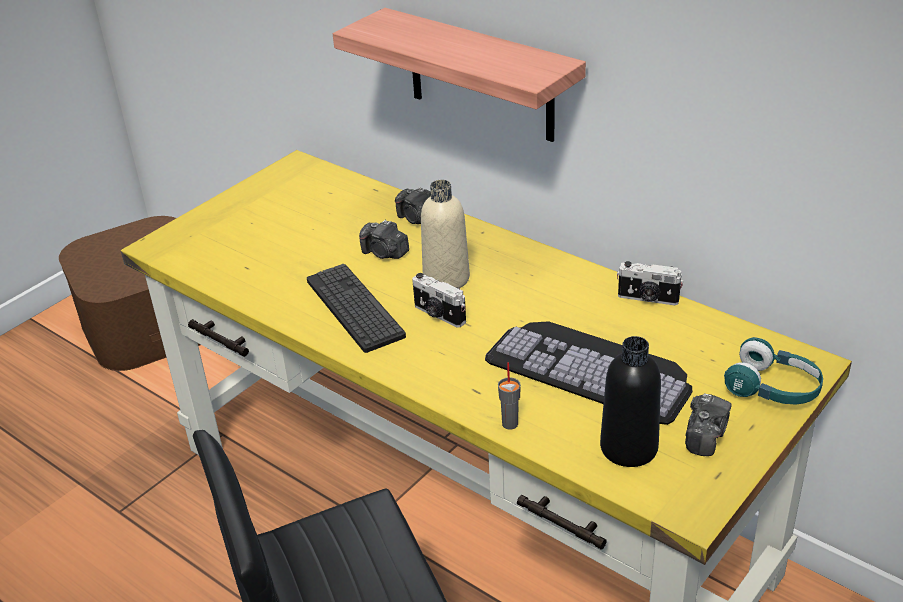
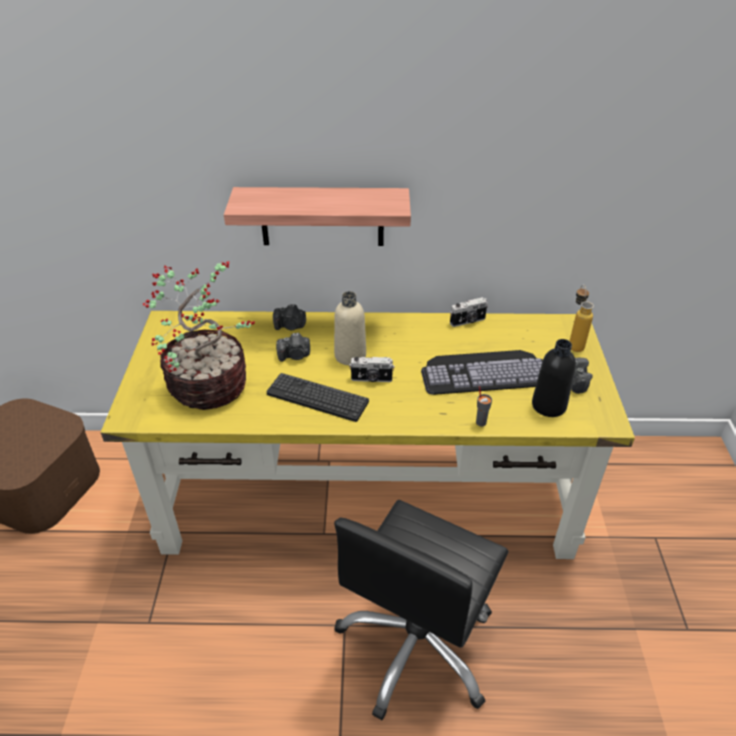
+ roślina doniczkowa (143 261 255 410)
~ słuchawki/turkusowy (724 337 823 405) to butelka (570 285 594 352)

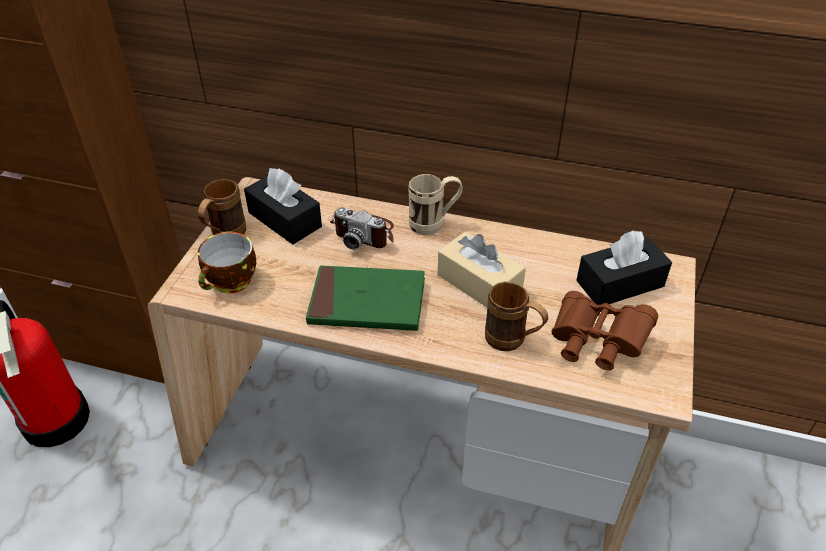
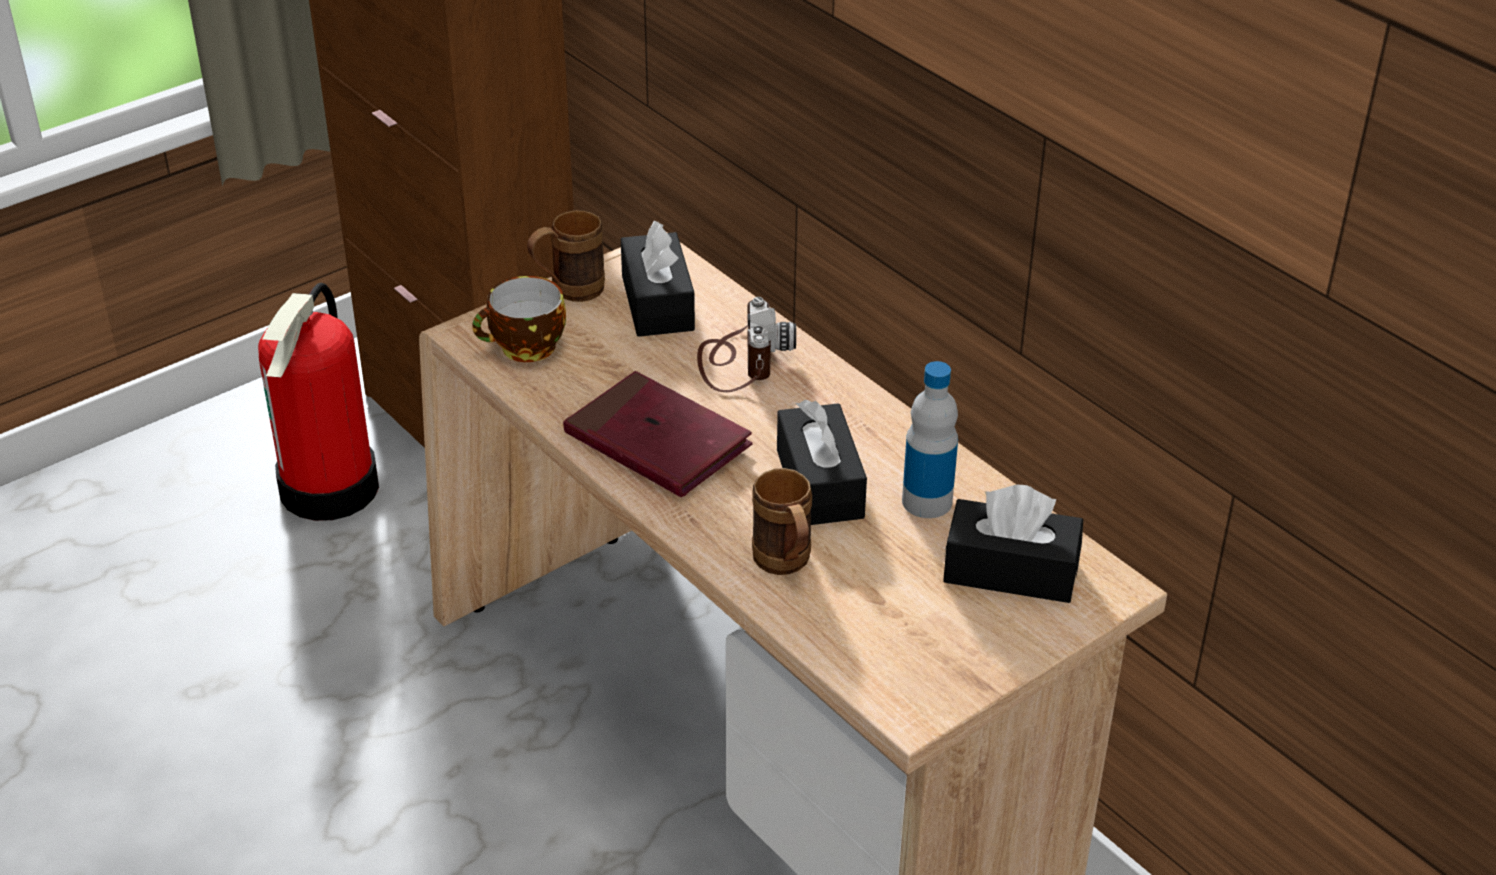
~ książka/zielony (306 265 425 331) to książka/czerwony (563 371 753 497)
~ aparat fotograficzny (330 207 394 250) = (697 297 796 392) 150 degrees counterclockwise
~ pudełko chusteczek/beżowy (438 231 526 307) to pudełko chusteczek/czarny (777 400 867 525)
+ butelka (902 361 958 518)
- kubek/beżowy (408 174 463 235)
- lornetka/brązowy (551 291 658 371)

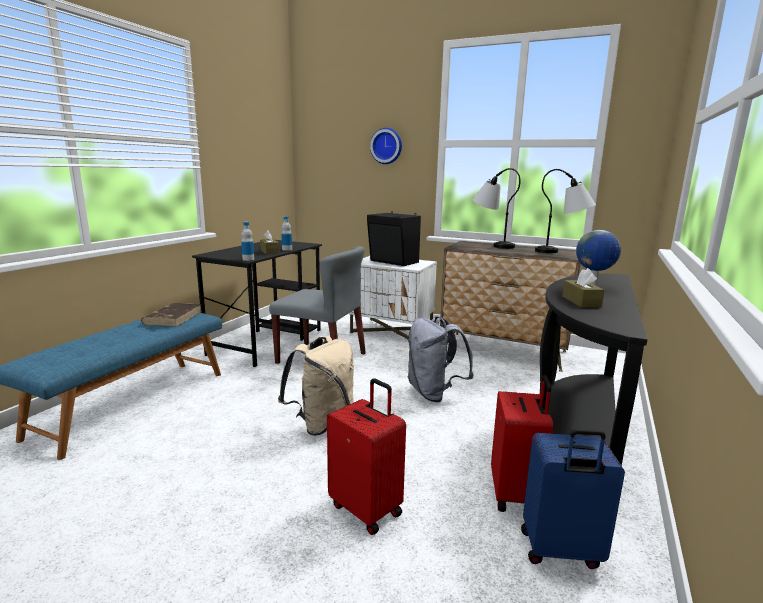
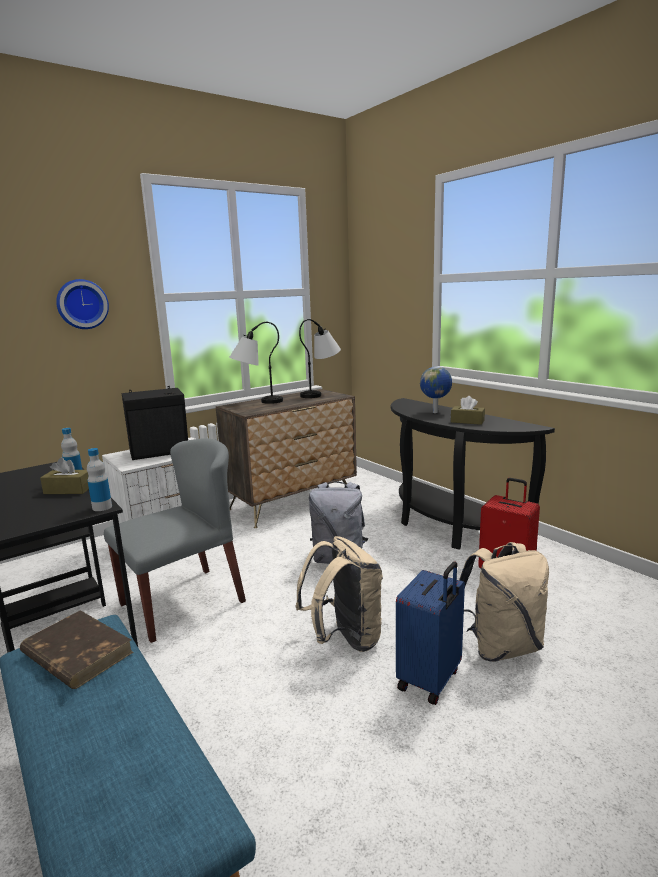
~ walizka/niebieski (521 428 625 569) to (396 561 465 705)
~ walizka/czerwony (327 379 406 535) to plecak/beżowy (459 542 549 662)

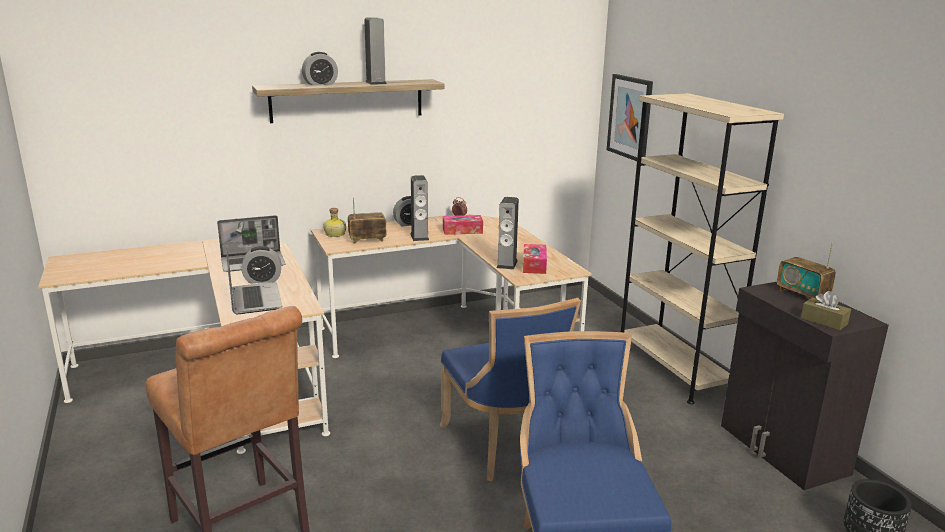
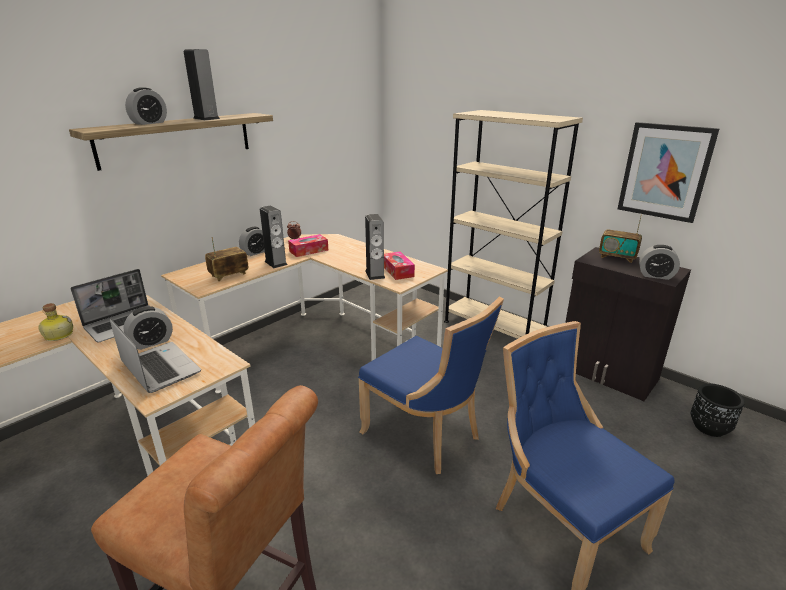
~ butelka (323 208 346 237) to (38 303 73 341)
~ obraz (607 74 653 161) to (618 122 719 223)
~ pudełko chusteczek/brązowy (801 291 851 330) to budzik (639 245 680 280)

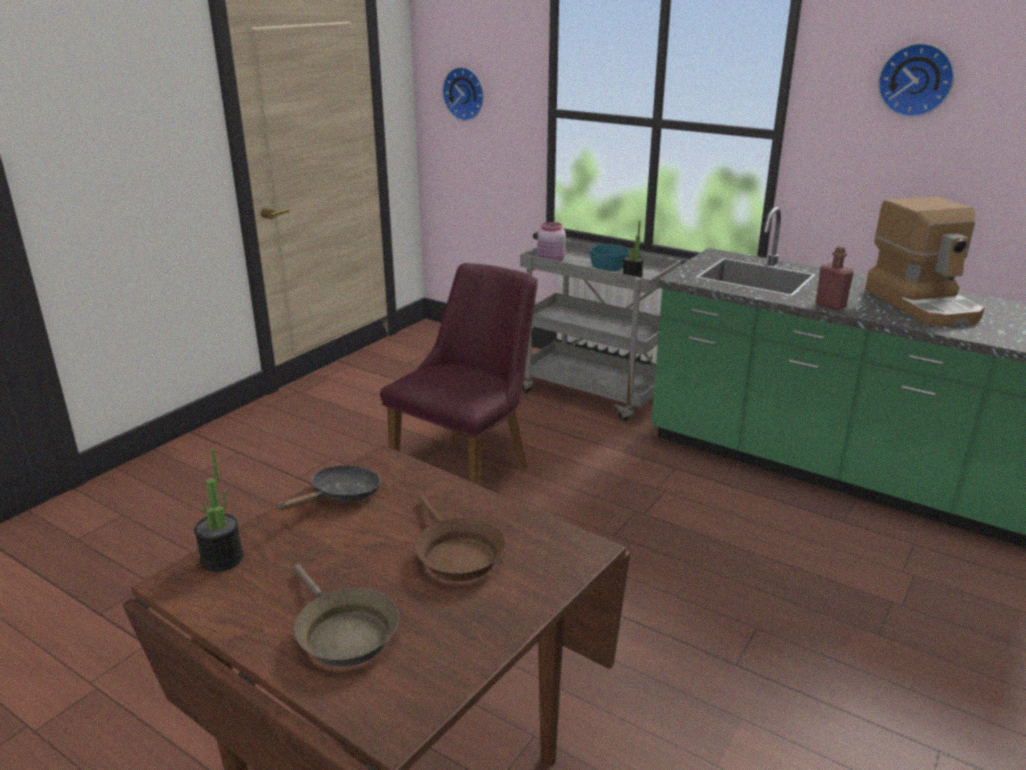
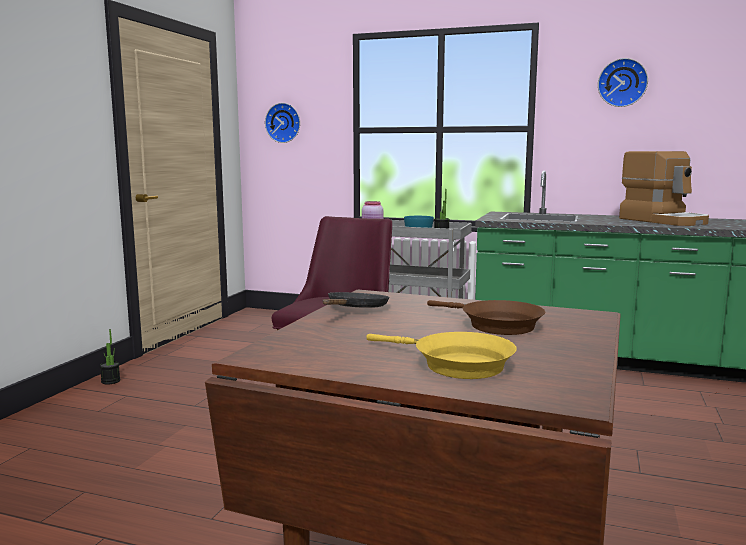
~ roślina doniczkowa (194 449 243 572) to (100 329 120 385)
~ patelnia/brązowy (293 564 399 667) to patelnia/żółty (366 332 517 379)
- butelka/czerwony (816 246 854 310)

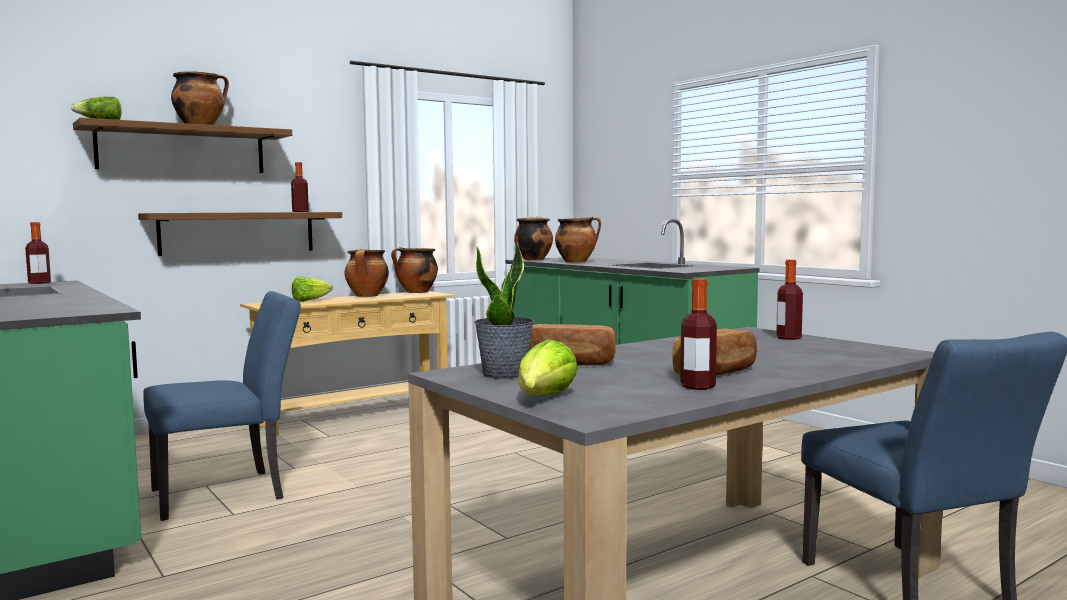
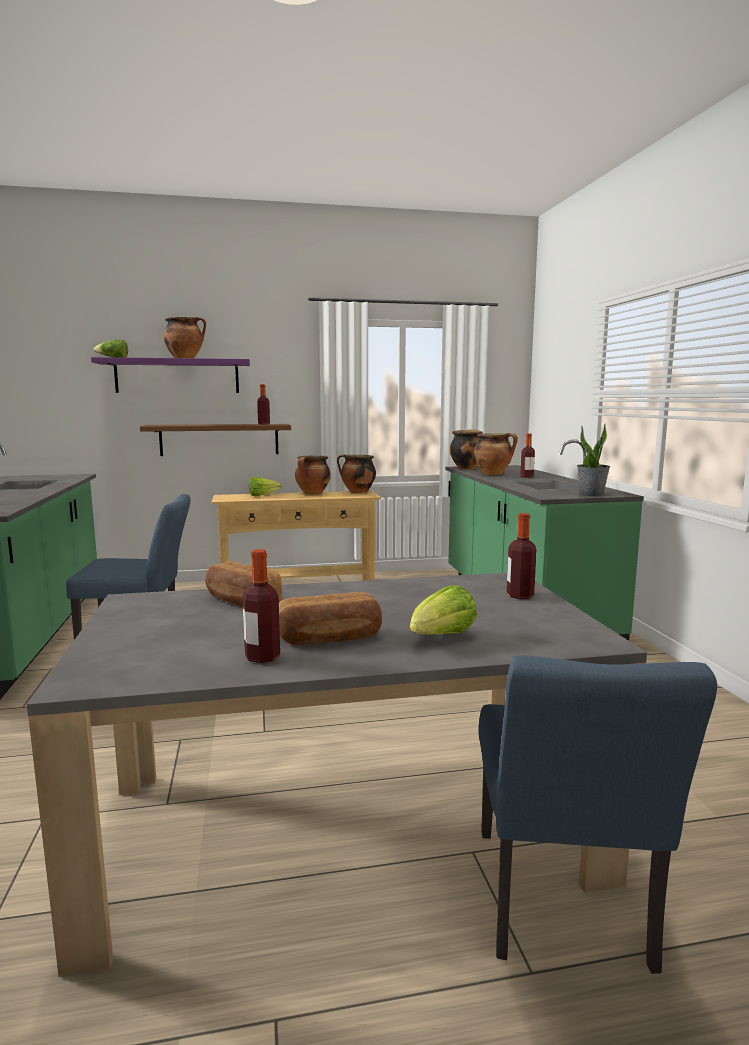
~ półka/brązowy (73 118 292 173) to półka/fioletowy (91 357 250 393)
~ sałata (518 339 578 395) to (410 585 477 635)
~ butelka (25 222 51 284) to (520 433 535 478)
~ roślina doniczkowa (474 241 534 379) to (577 424 610 496)

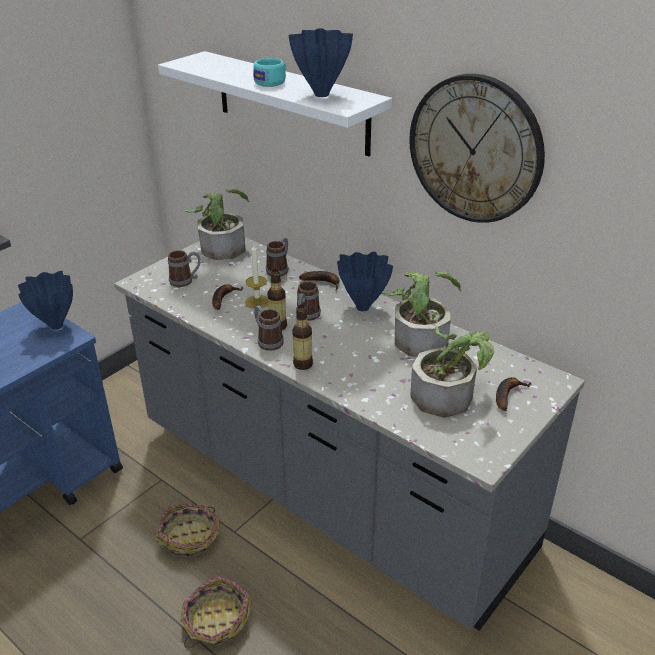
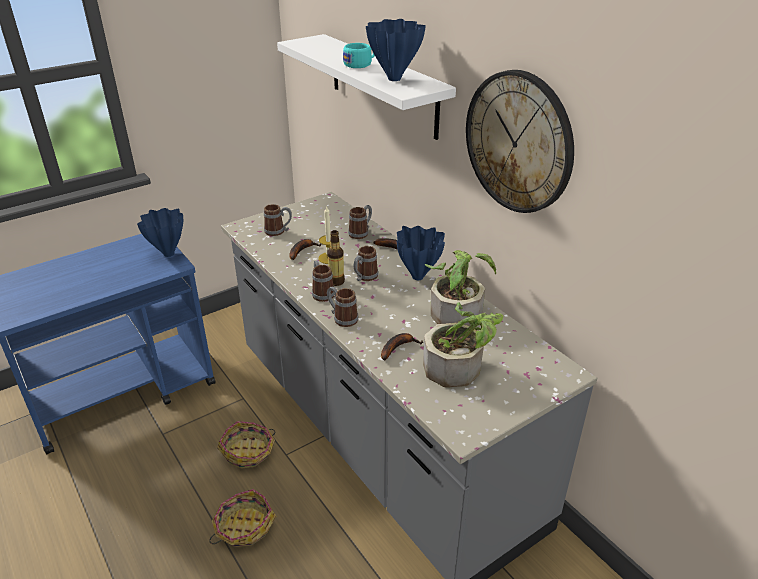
~ butelka (292 305 313 370) to kubek (327 287 359 327)
~ banan (496 377 532 411) to (381 333 423 361)
- roślina doniczkowa (184 188 249 260)

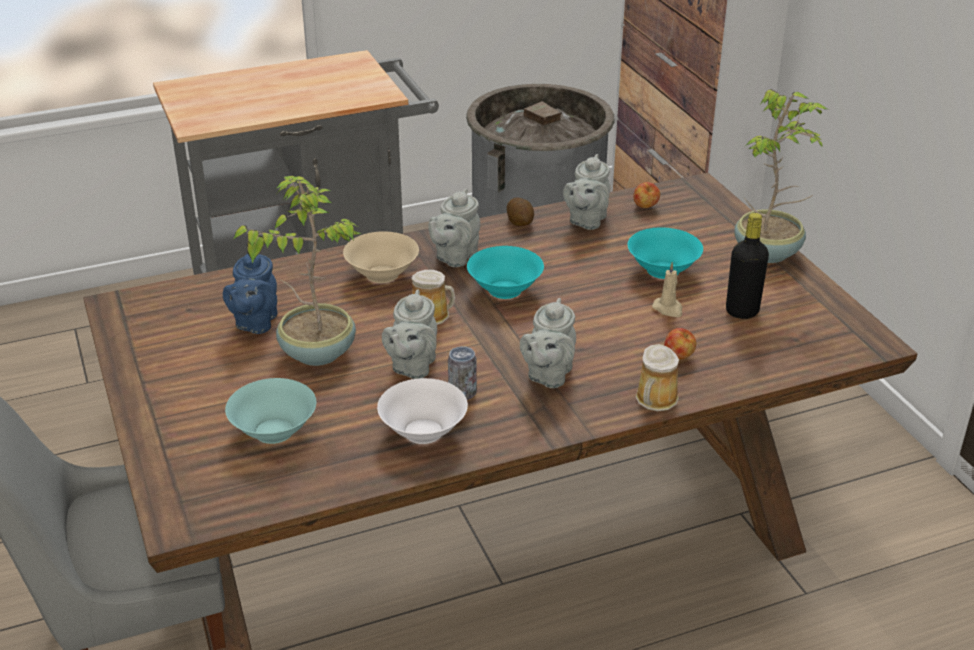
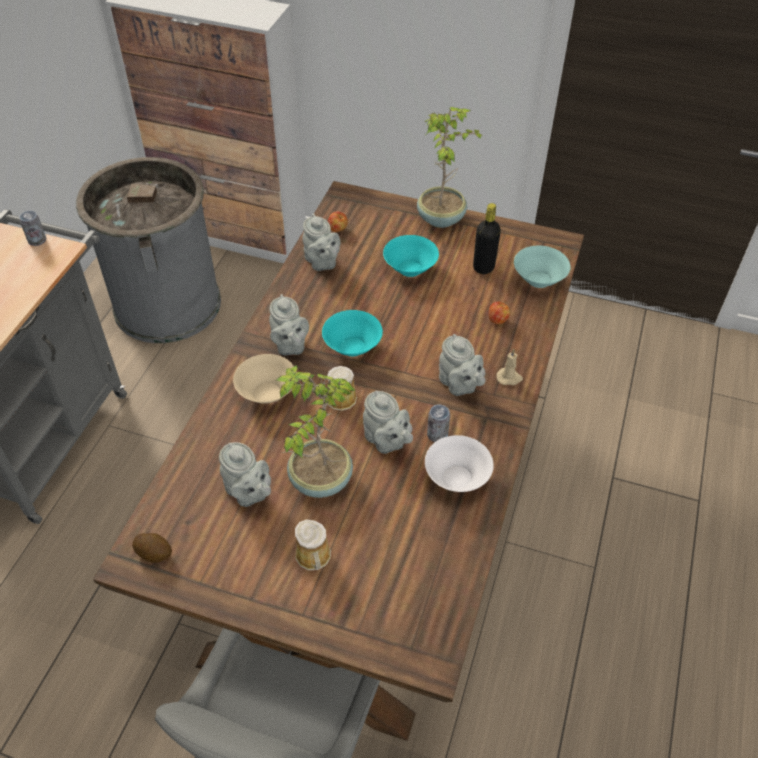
+ puszka (19 211 46 246)
~ ziemniak (507 197 534 226) to (132 533 172 563)
~ imbryk/niebieski (223 254 277 334) to imbryk/szary (219 442 271 507)
~ kubek (635 344 679 412) to (295 519 331 570)
~ świeca/beżowy (652 262 683 317) to (496 349 523 385)
~ miska/turkusowy (225 378 316 444) to (514 245 571 288)

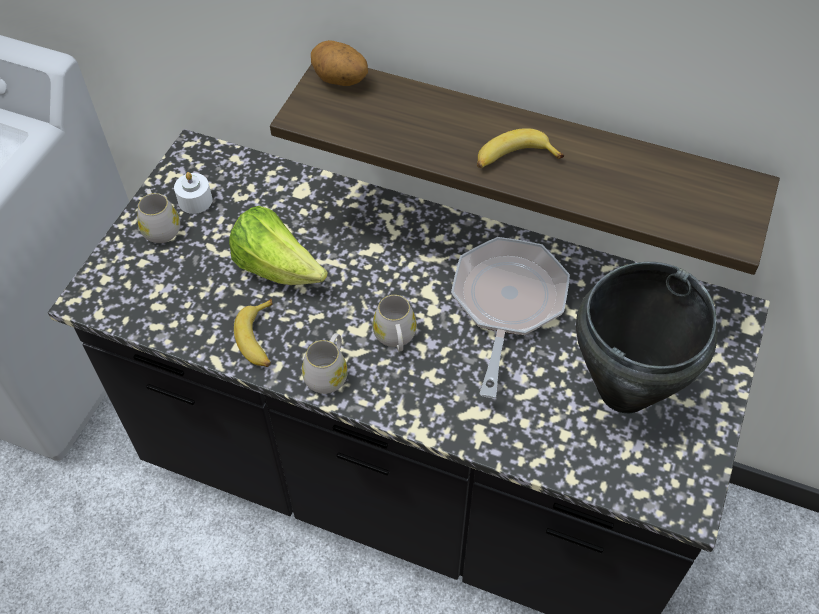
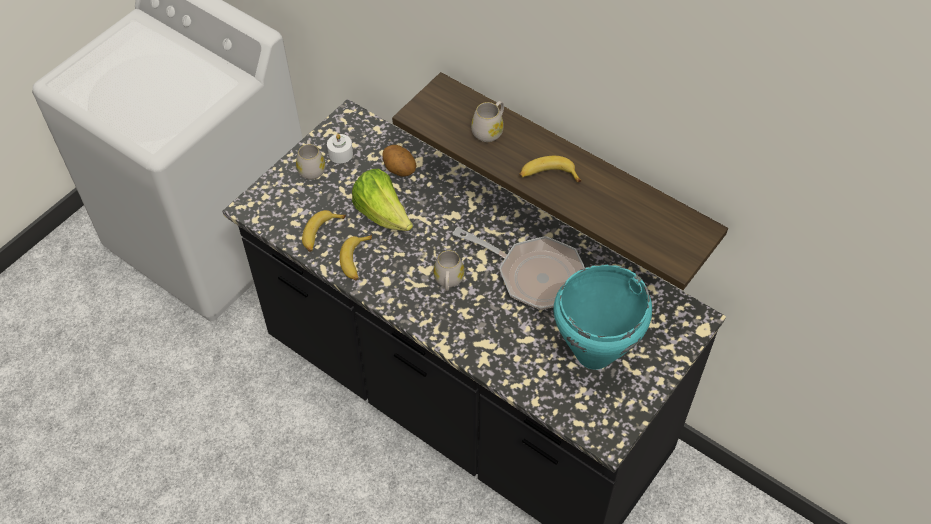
+ banan (302 210 346 252)
~ ziemniak (311 40 368 86) to (382 145 417 177)
~ patelnia (451 237 570 398) = (453 227 585 310) 90 degrees clockwise
~ kubek/biały (302 333 348 394) to (471 101 504 142)
~ garnek/czarny (576 262 718 413) to garnek/turkusowy (554 264 652 370)

